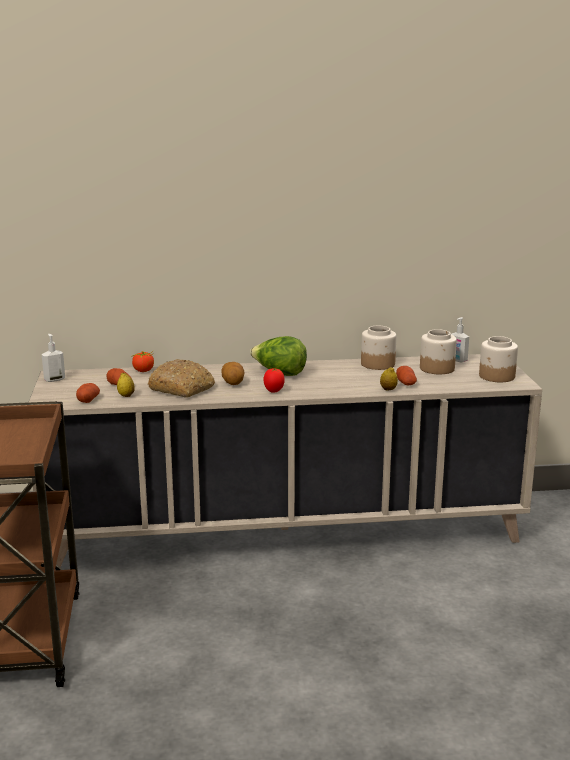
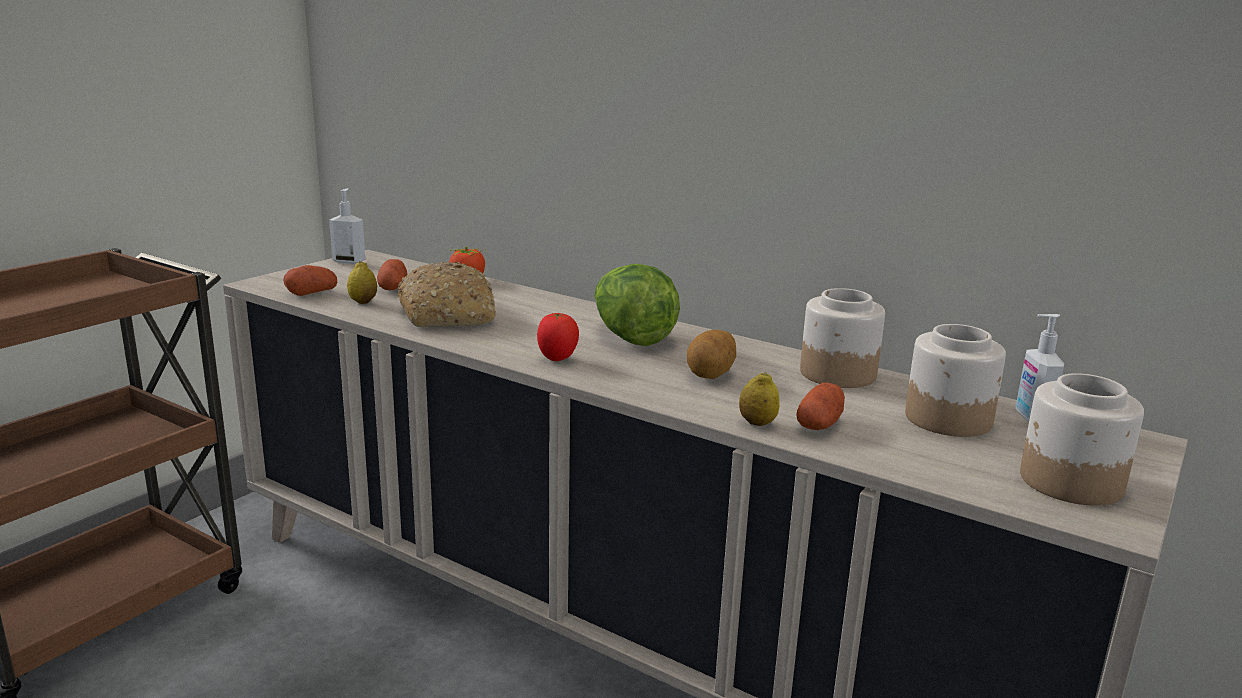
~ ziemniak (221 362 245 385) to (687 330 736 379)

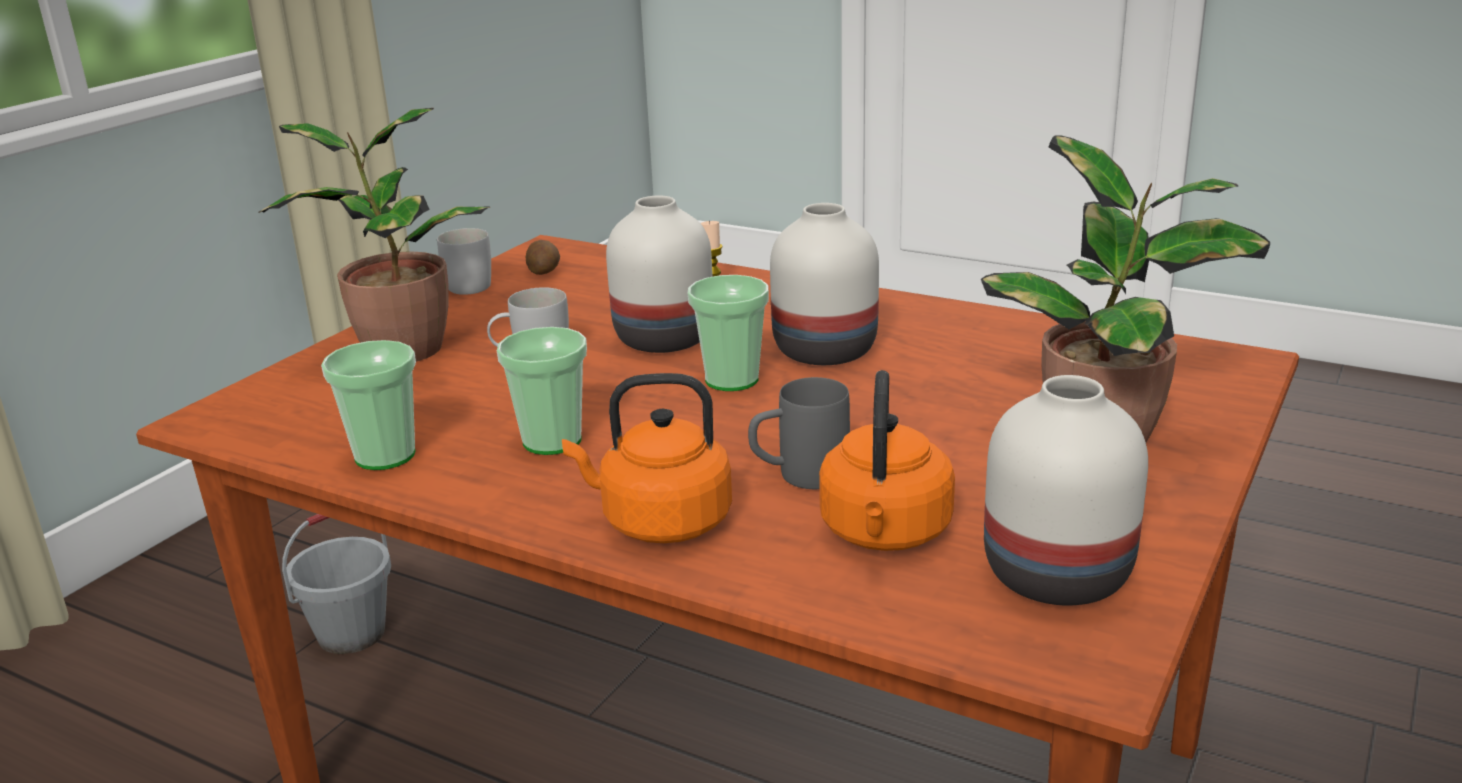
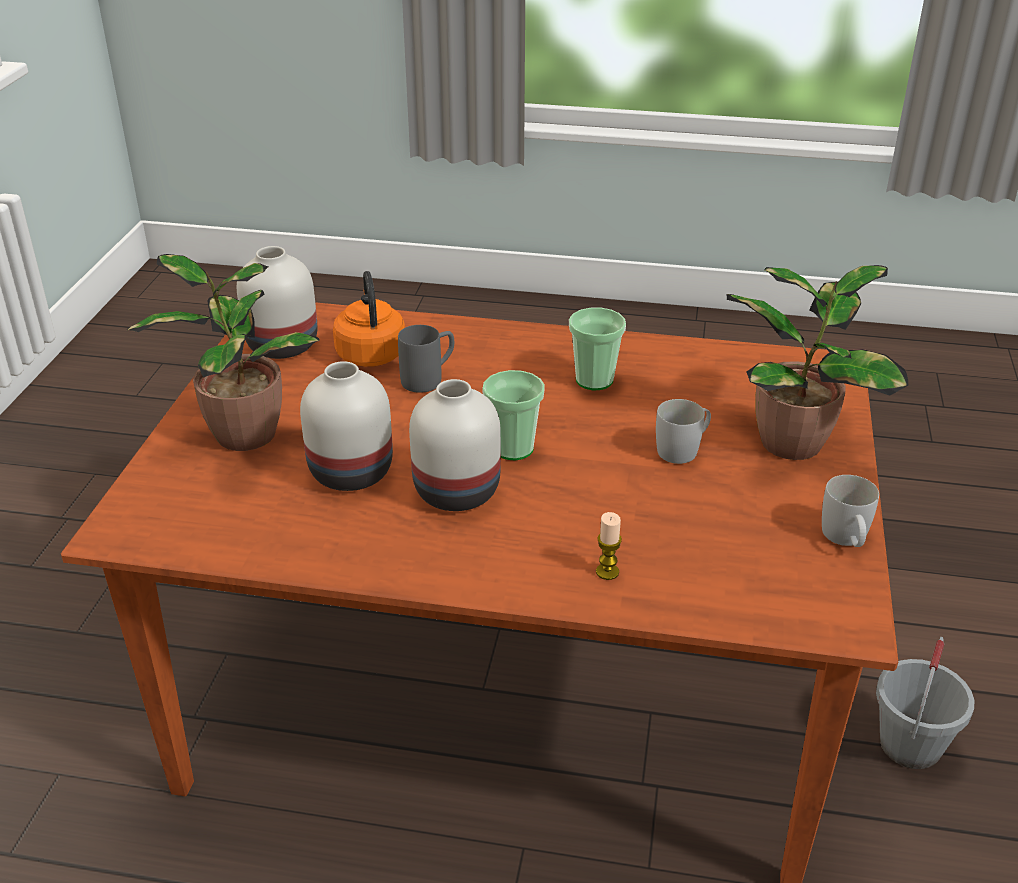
~ wazon/biały (606 196 713 353) to (300 361 393 491)
- filiżanka (321 340 416 470)
- ziemniak (526 240 560 275)
- czajnik/pomarańczowy (562 373 732 543)

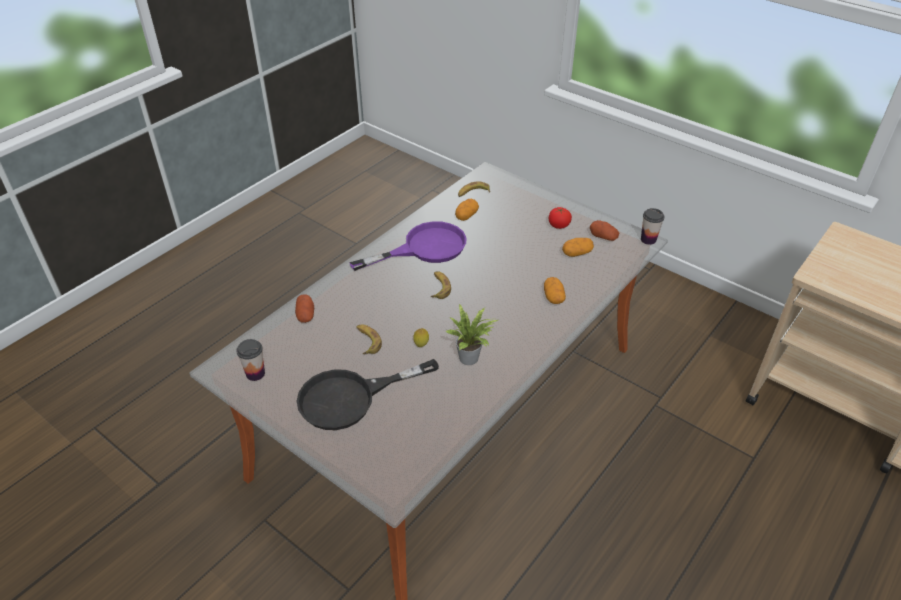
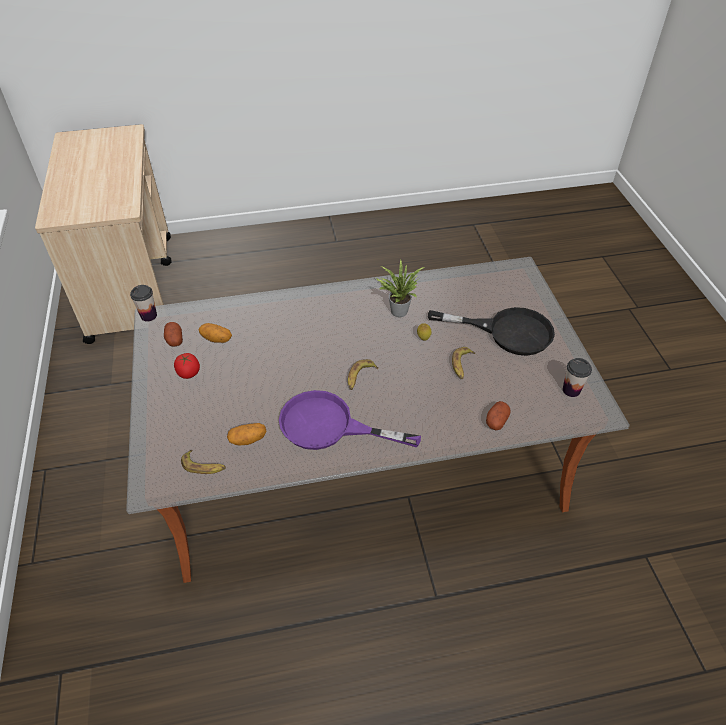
- ziemniak (544 277 566 304)

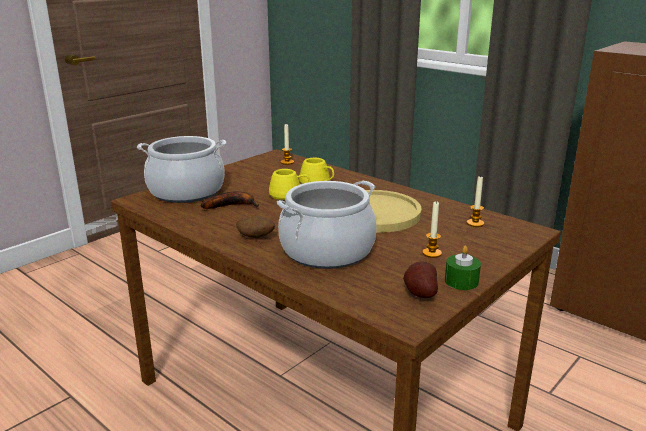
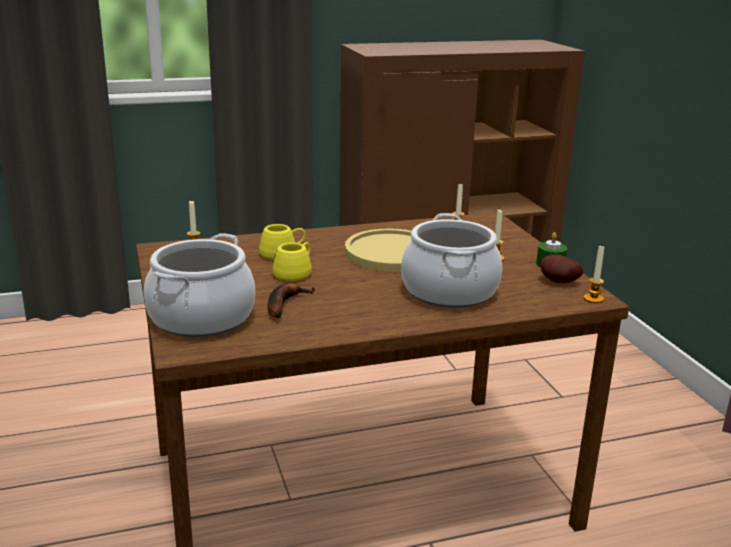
+ świeca (584 245 604 303)
- ziemniak (236 216 275 238)

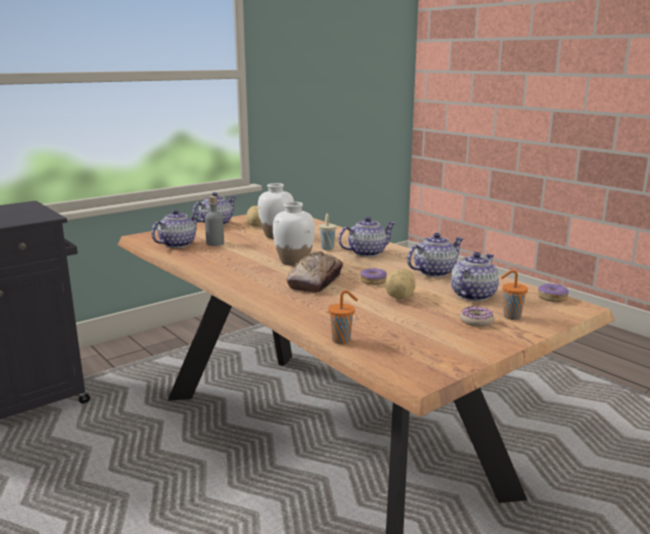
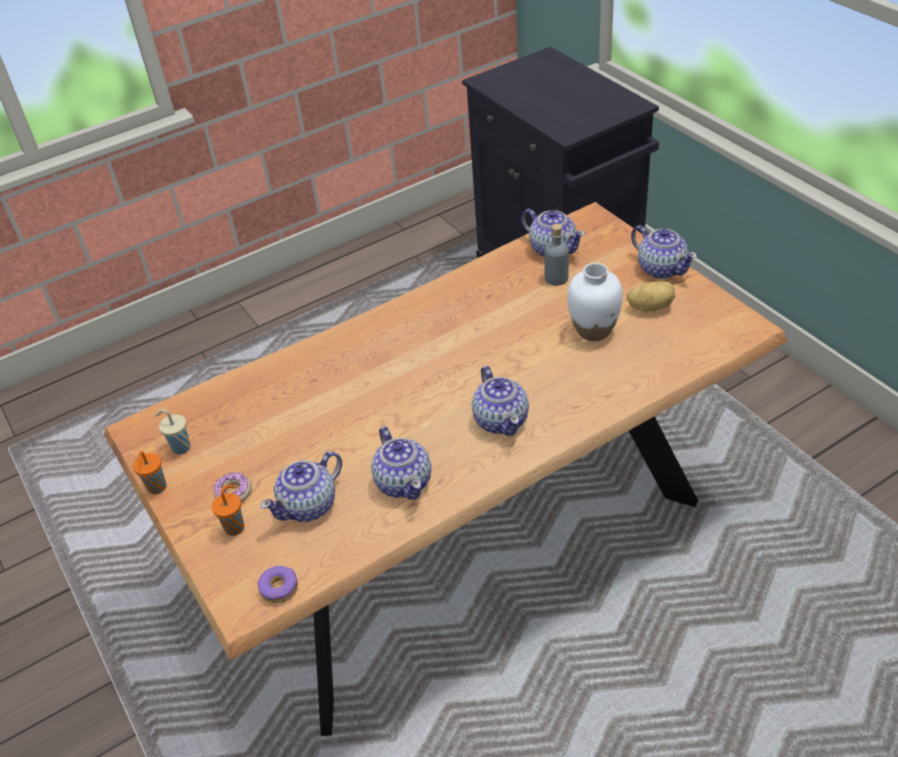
~ filiżanka/pomarańczowy (328 290 358 344) to (133 451 166 494)
~ filiżanka/beżowy (319 213 337 250) to (155 409 191 455)
~ imbryk (451 252 499 301) = (261 451 342 522) 90 degrees clockwise
- wazon/biały (273 202 315 266)
- chleb (286 251 343 293)
- donut (360 268 387 285)
- ziemniak (385 269 415 300)

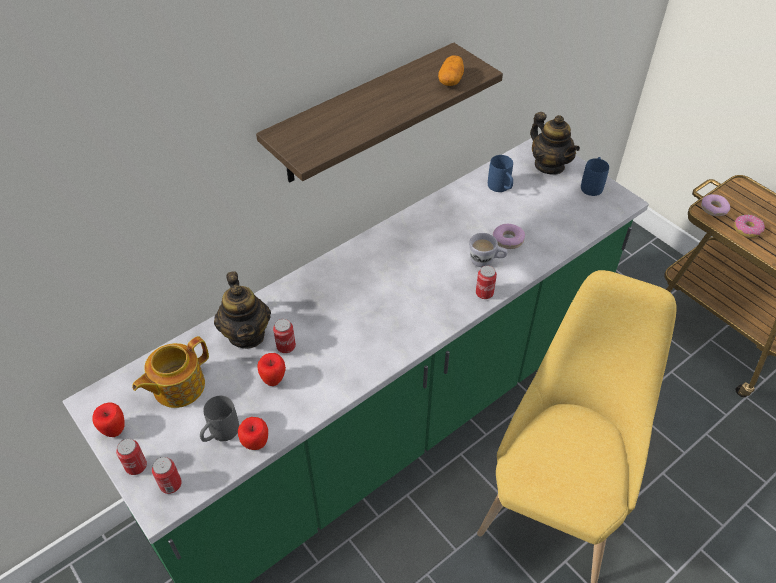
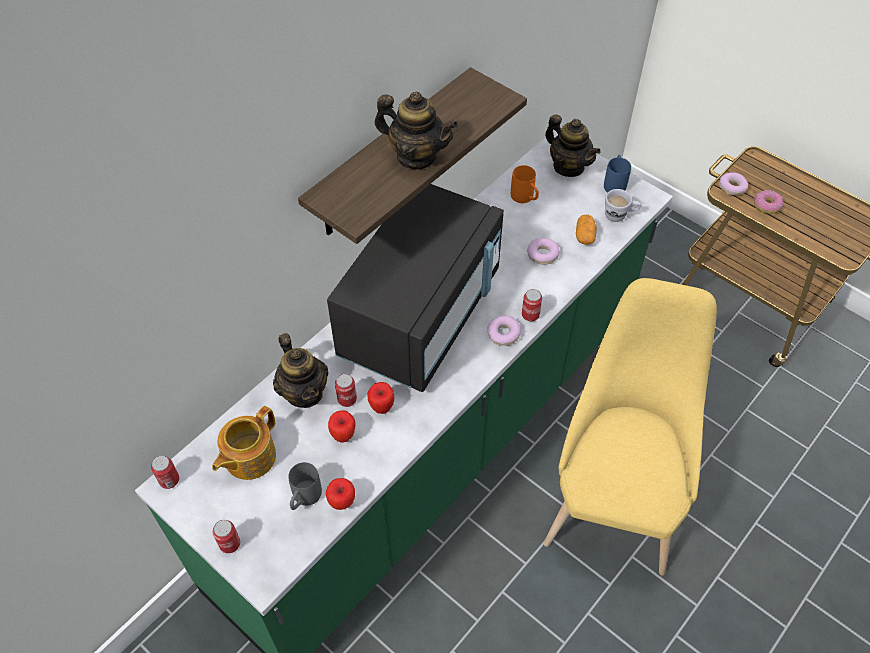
~ puszka (152 457 182 494) to (151 455 179 489)
+ mikrofalówka/czarny (327 184 504 392)
~ jabłko (92 402 125 437) to (368 382 394 414)
+ imbryk (374 92 458 169)
+ donut (487 316 521 346)
~ kubek/niebieski (488 155 513 192) to kubek/pomarańczowy (511 165 539 203)
~ ziemniak (438 55 464 86) to (576 215 597 245)
~ kubek/biały (469 233 508 267) to (605 189 641 222)

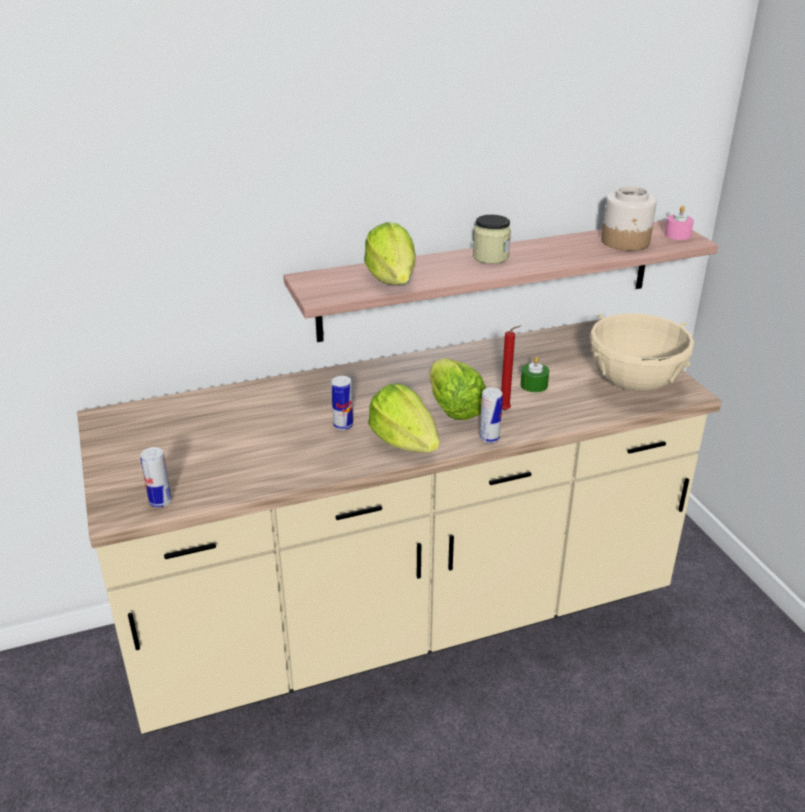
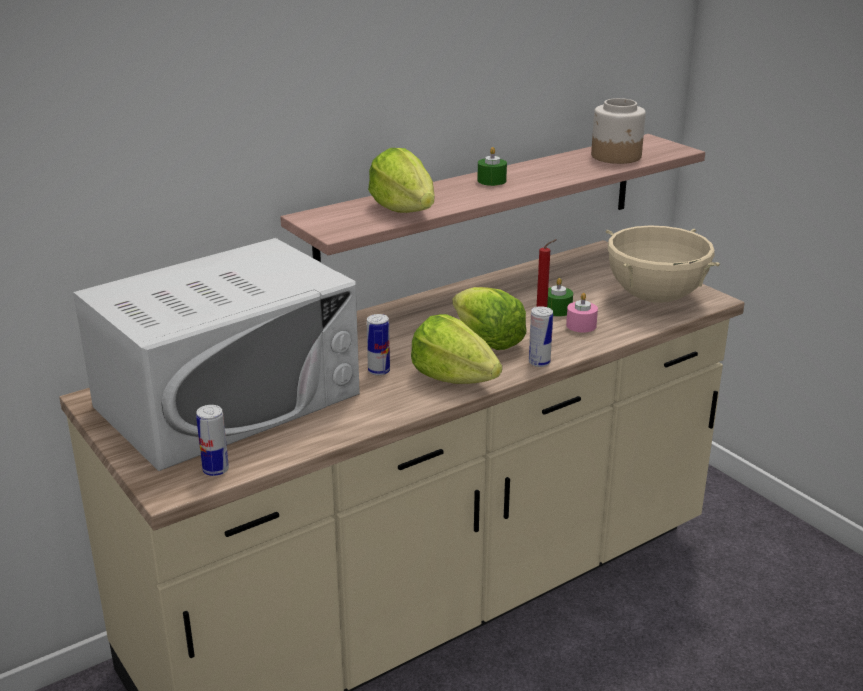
+ mikrofalówka/biały (73 238 360 471)
~ słoik (473 215 511 264) to świeca/zielony (477 147 507 186)
~ świeca/różowy (665 205 694 240) to (566 293 598 333)

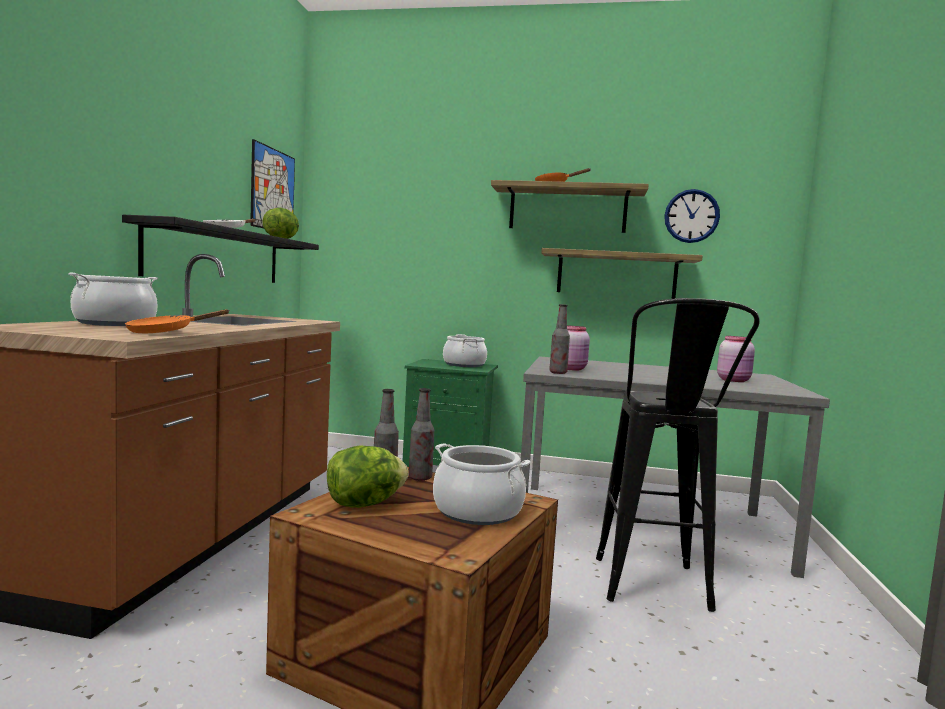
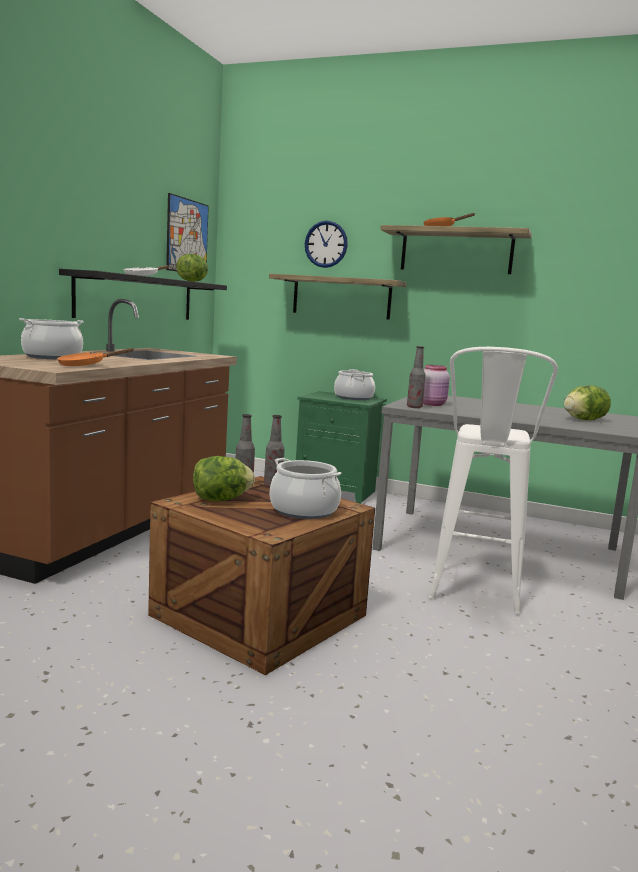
~ półka (541 248 703 299) to (269 274 407 320)
~ zegar ścienny (664 189 720 243) to (305 221 348 268)
~ stołek/czarny (596 298 760 612) to stołek/biały (429 347 558 614)
~ słoik/różowy (717 336 755 382) to sałata (564 385 611 420)

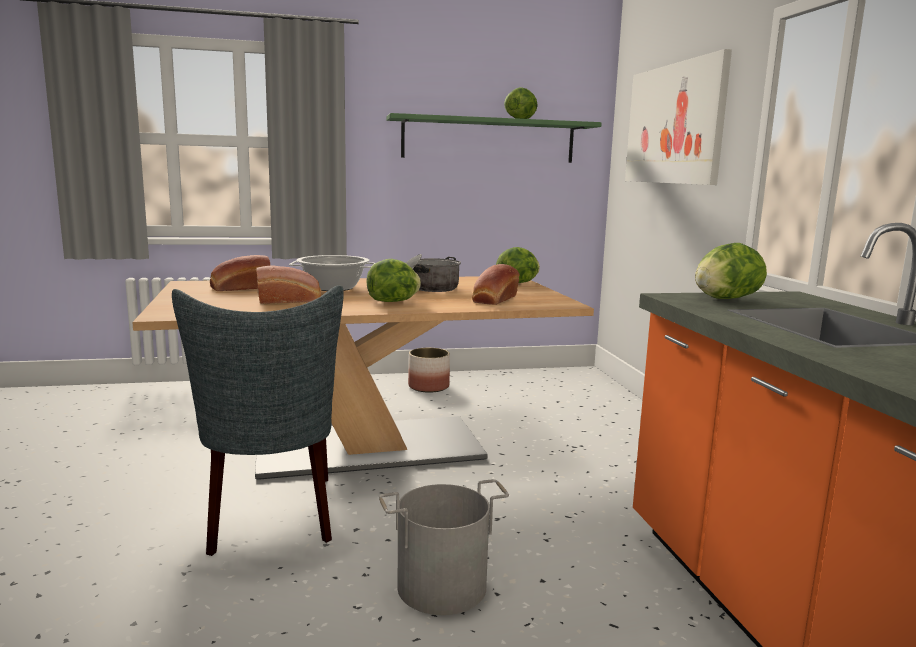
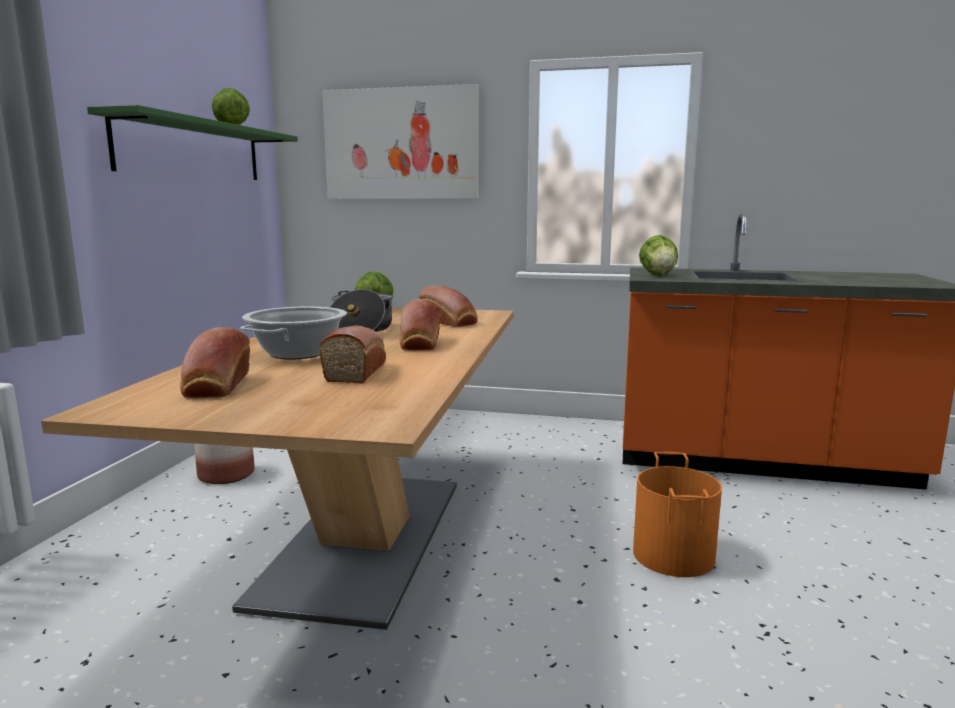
~ sałata (366 259 421 302) to chleb (400 299 441 350)
~ wiadro/szary (379 479 509 615) to wiadro/pomarańczowy (633 452 722 577)
- krzesło/szary (172 285 344 556)

